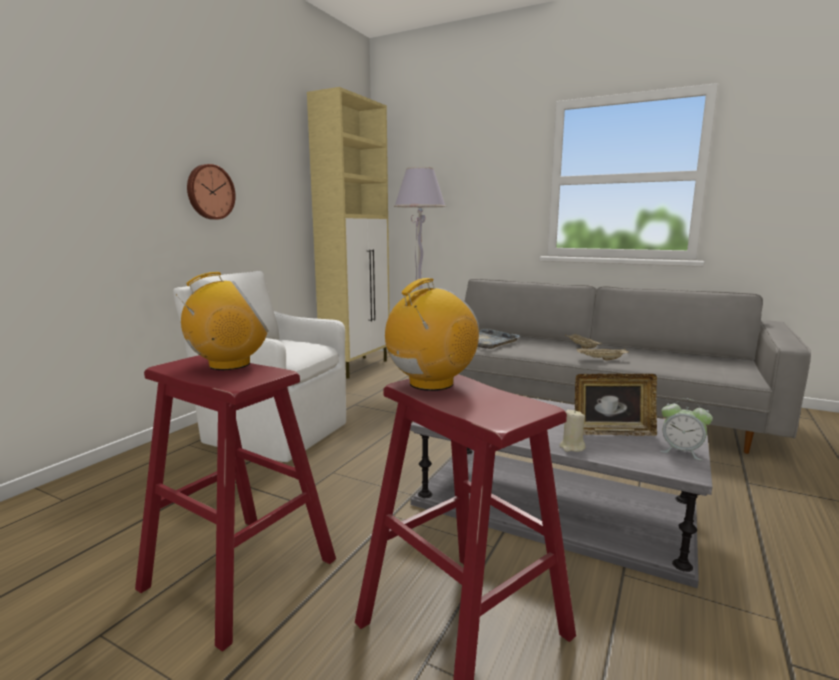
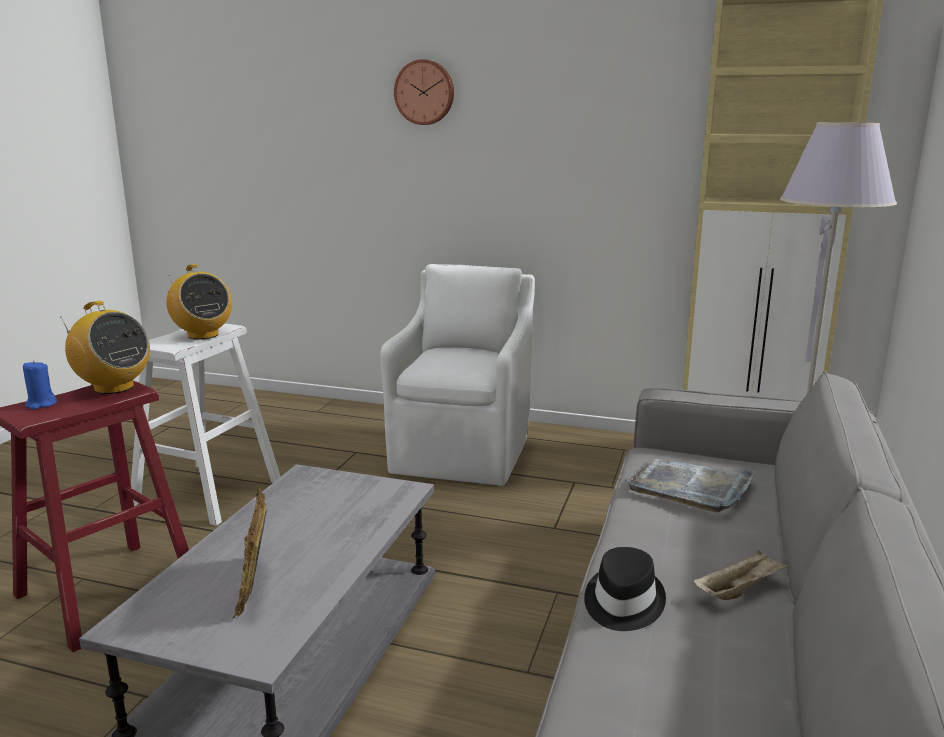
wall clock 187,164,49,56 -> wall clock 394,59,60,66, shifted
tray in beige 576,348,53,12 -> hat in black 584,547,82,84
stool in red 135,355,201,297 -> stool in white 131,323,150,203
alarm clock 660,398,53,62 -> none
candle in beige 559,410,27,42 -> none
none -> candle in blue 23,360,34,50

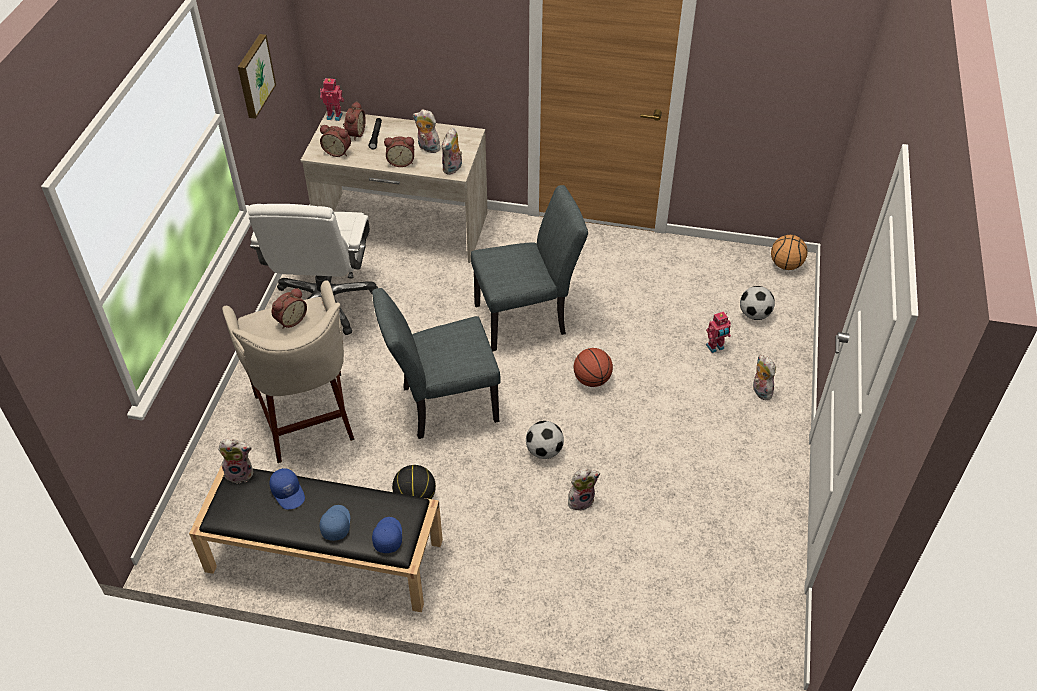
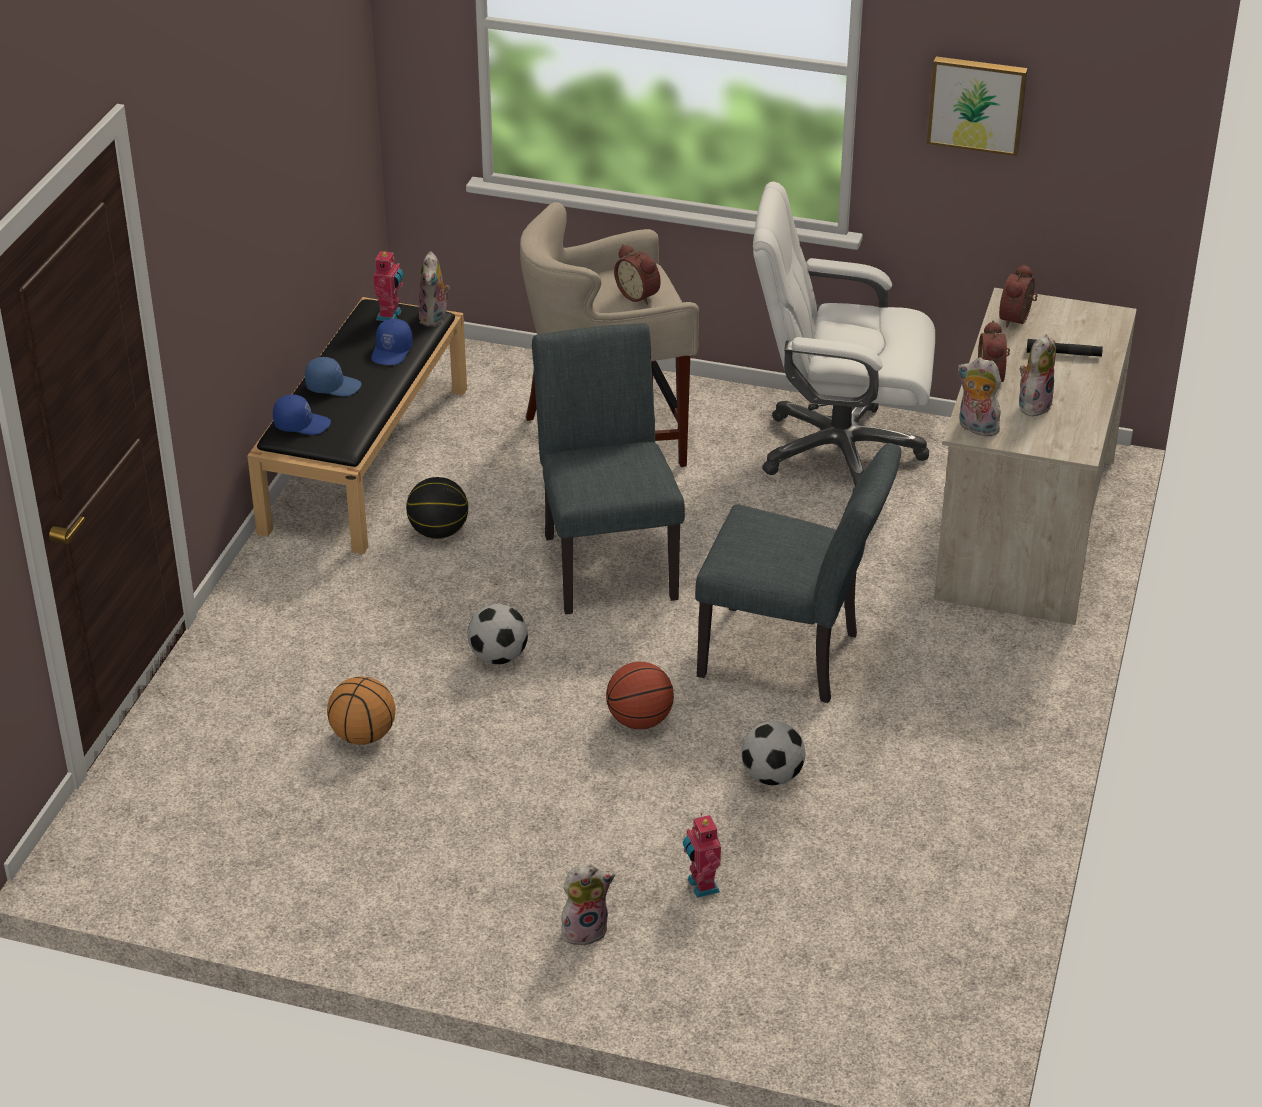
toy robot 320,78,24,43 -> toy robot 373,249,31,72, shifted
alarm clock 343,101,23,40 -> none
chair in grey 471,185,117,166 -> chair in grey 695,443,206,260, 60 degrees counterclockwise
basketball 771,235,36,35 -> basketball 327,676,69,69, shifted
football 740,286,35,34 -> football 741,721,64,64, shifted
cap in blue 269,468,36,41 -> cap in blue 371,319,42,46, 45 degrees counterclockwise
plush toy 568,469,32,42 -> none

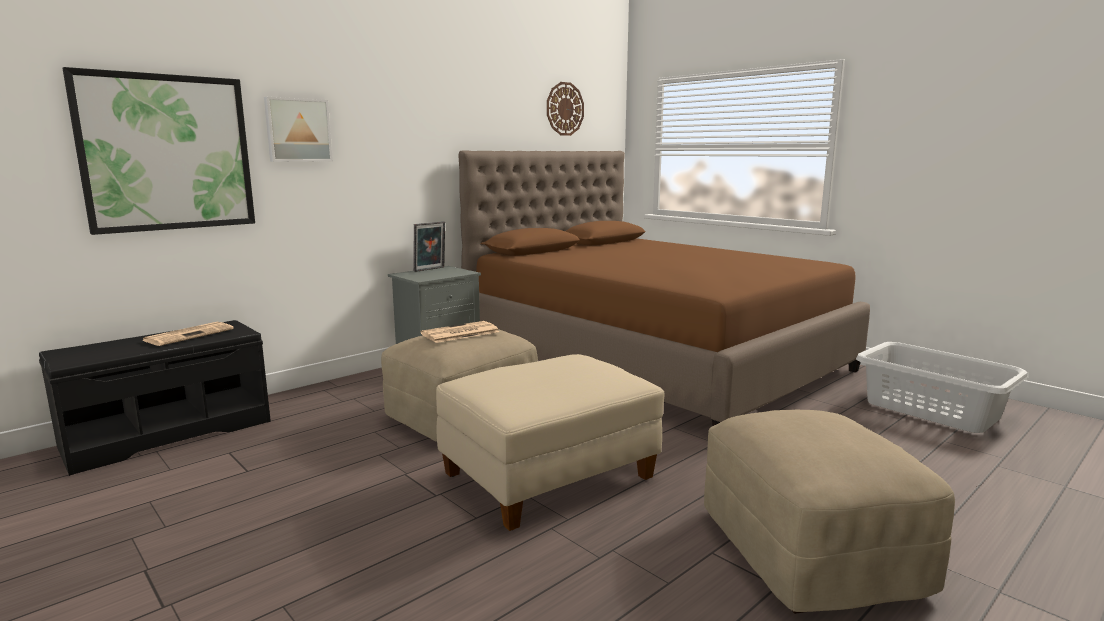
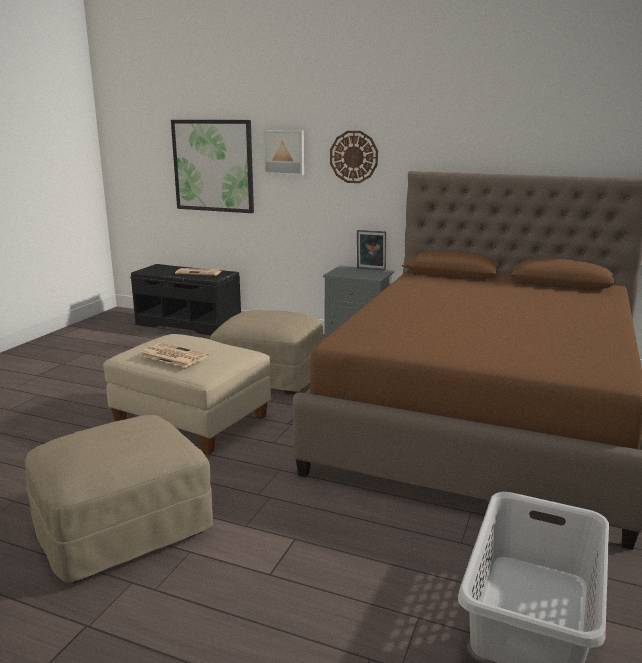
wall clock 547,82,37,54 -> wall clock 330,131,48,52, shifted
newspaper 421,321,78,22 -> newspaper 140,343,69,24, shifted

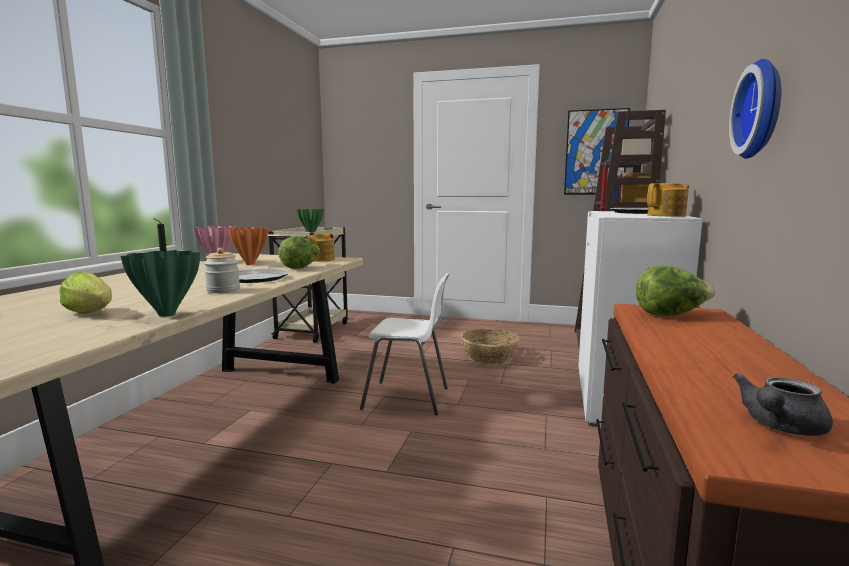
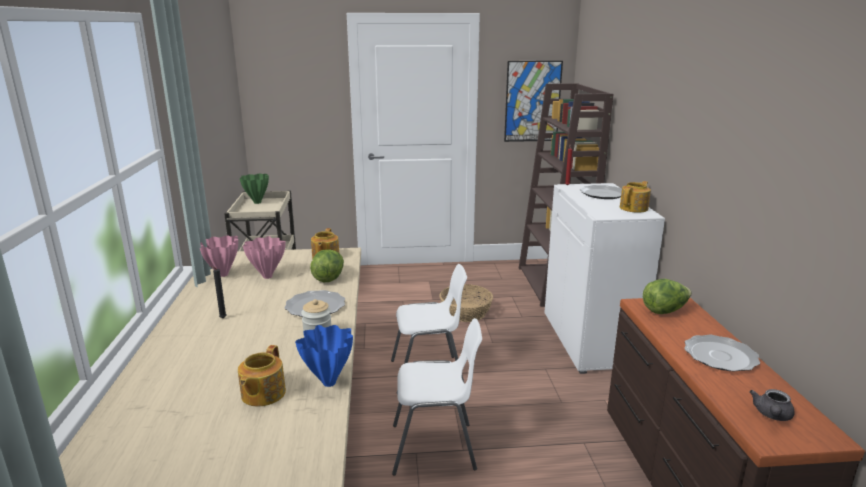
wall clock 729,59,52,100 -> none
vase in orange 228,227,40,38 -> vase in pink 243,236,43,43
vase in green 120,250,80,67 -> vase in blue 295,325,58,62
lettuce 59,272,53,42 -> teapot 238,345,48,62
none -> chair in white 392,318,90,157
none -> plate 684,334,76,38

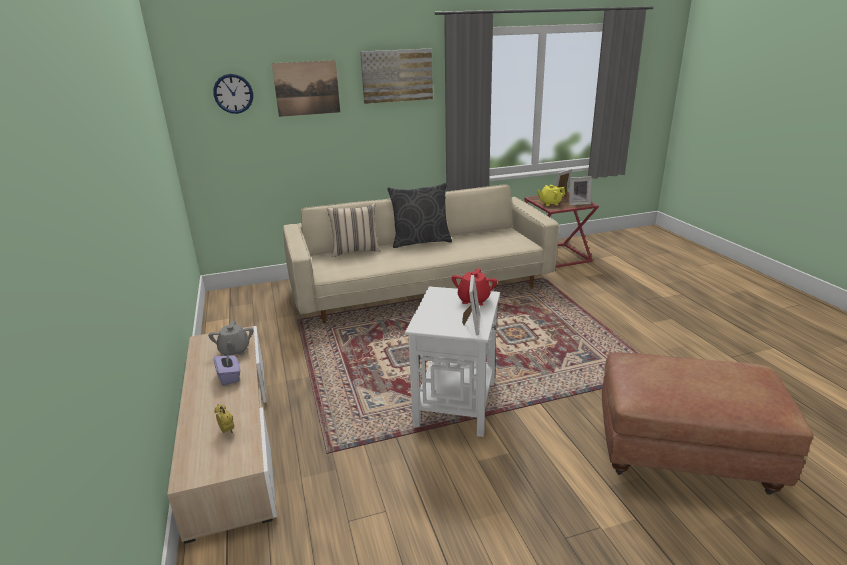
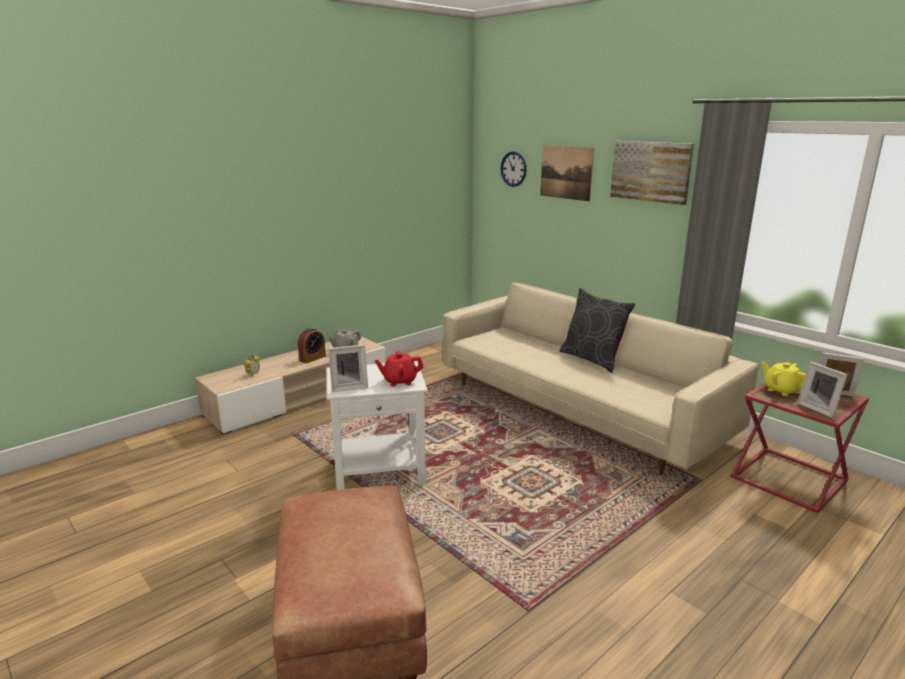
pillow in beige 327,203,54,54 -> none
tissue box in purple 214,354,26,32 -> alarm clock 298,328,28,36

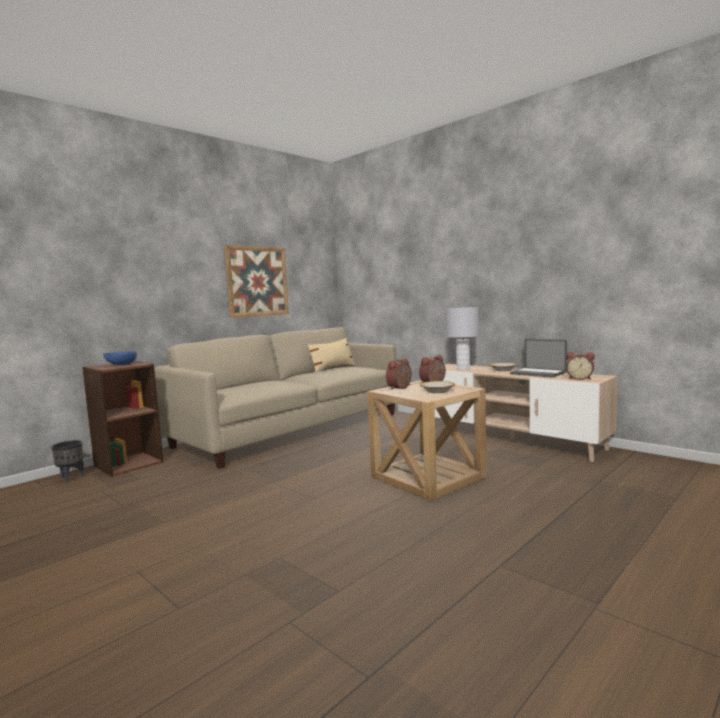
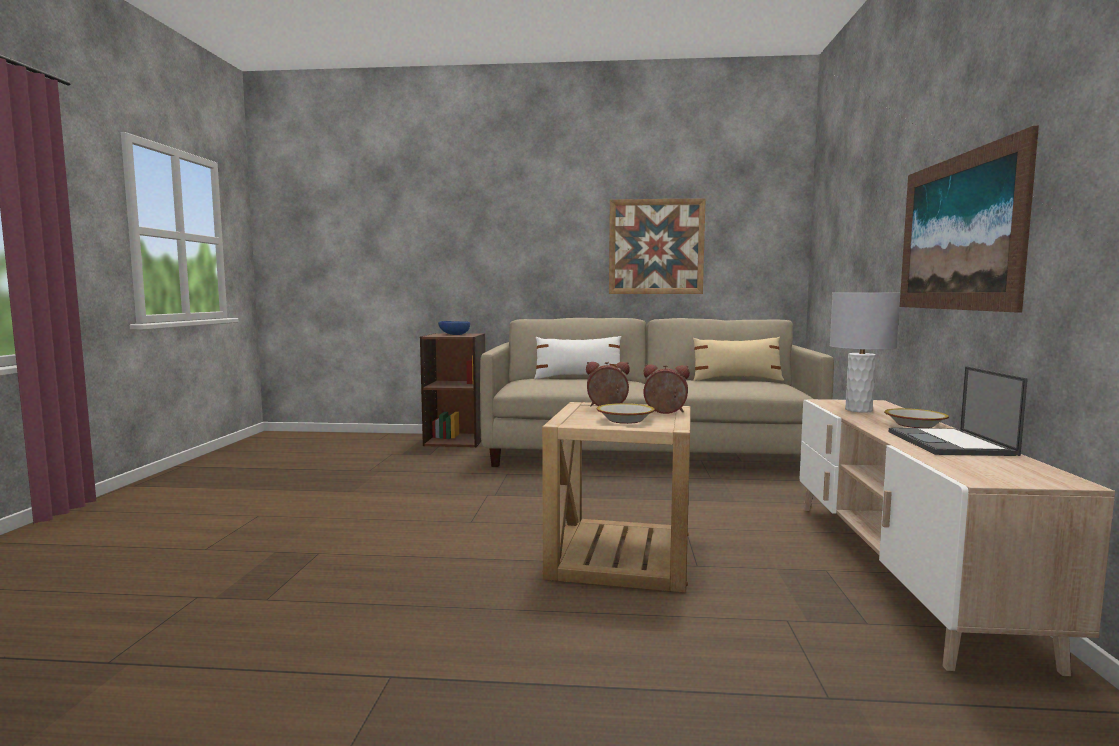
alarm clock 566,352,29,28 -> none
planter in black 51,440,33,43 -> none
none -> picture 900,126,139,186
none -> pillow in white 534,336,87,43

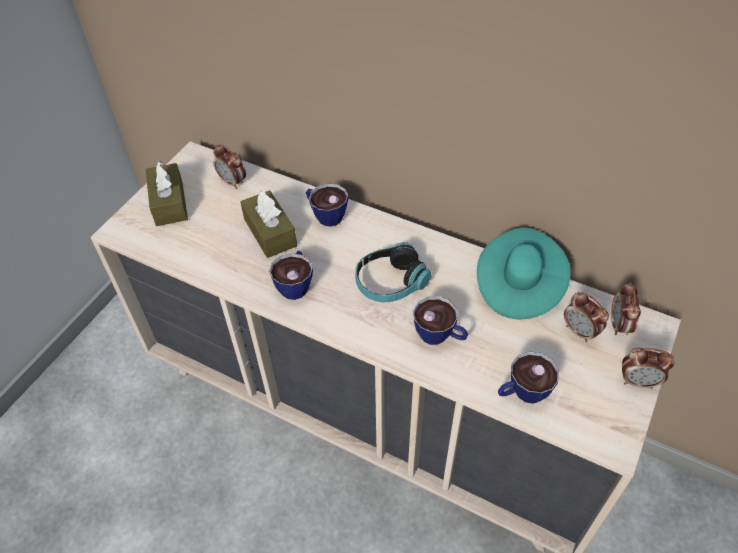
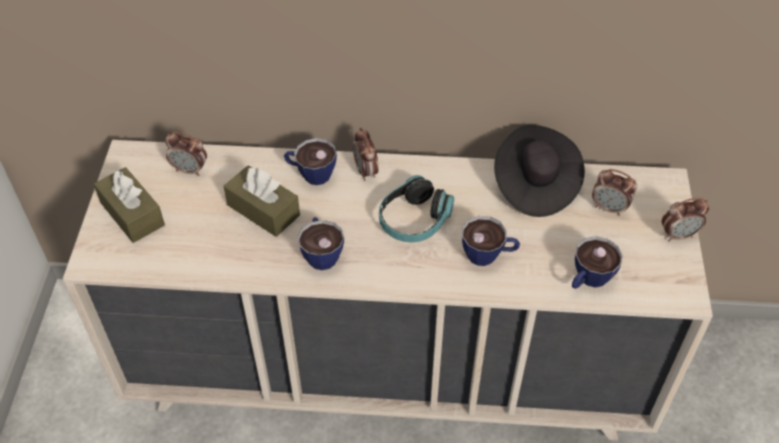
hat in turquoise 477,228,94,91 -> hat in black 494,125,91,92
alarm clock 611,282,30,53 -> alarm clock 353,128,25,53, shifted

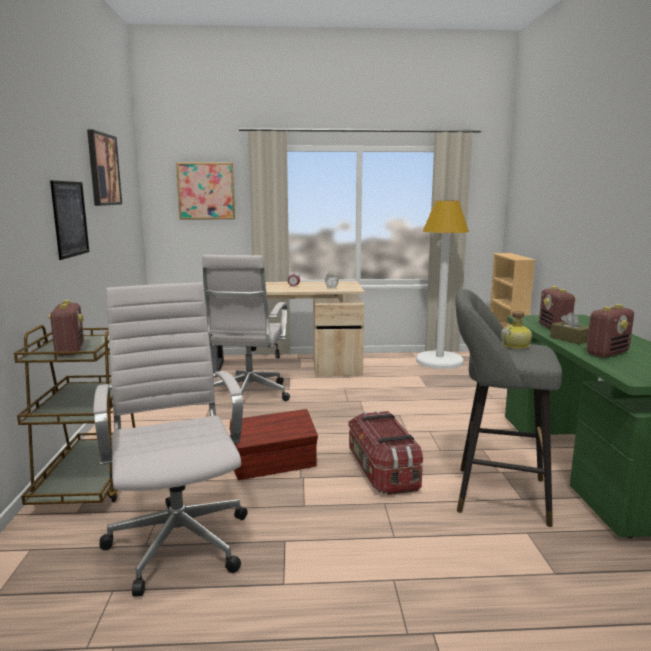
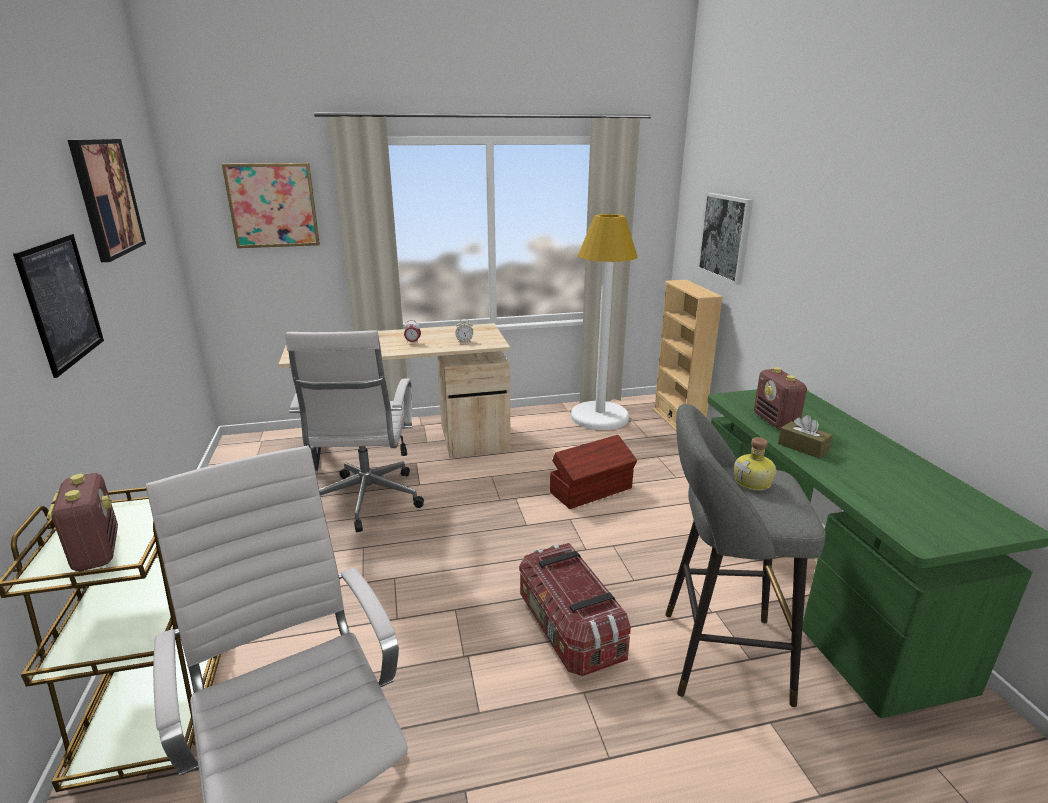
radio 587,304,47,54 -> none
storage box in brown 230,409,88,71 -> storage box in brown 550,435,88,74, shifted
none -> picture 697,193,56,92

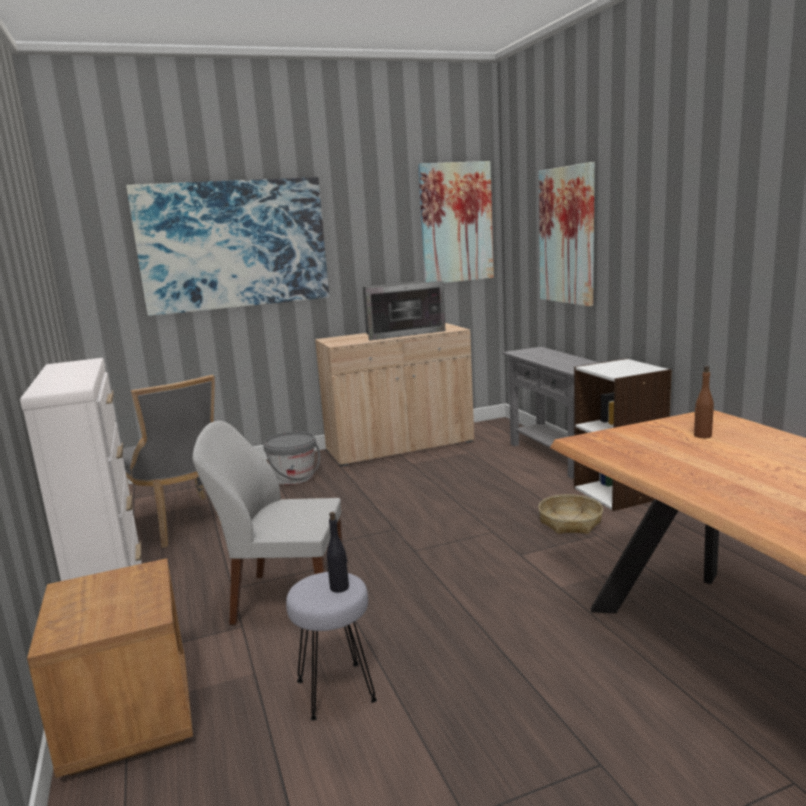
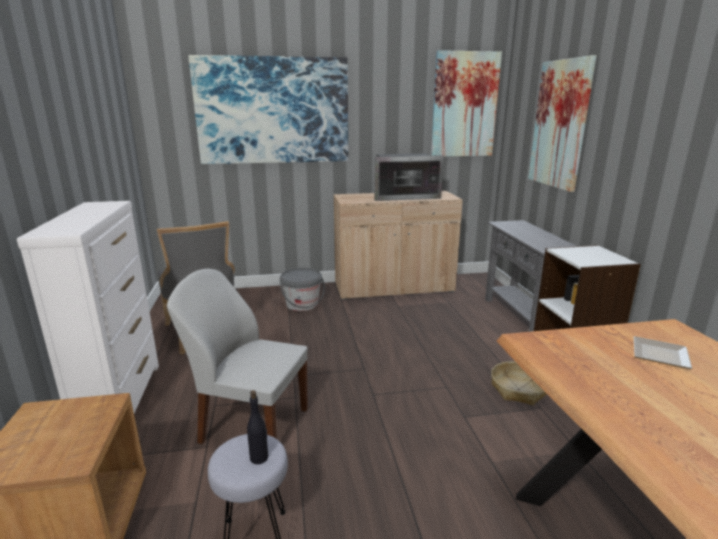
bottle in brown 694,366,20,72 -> plate 634,336,58,33

